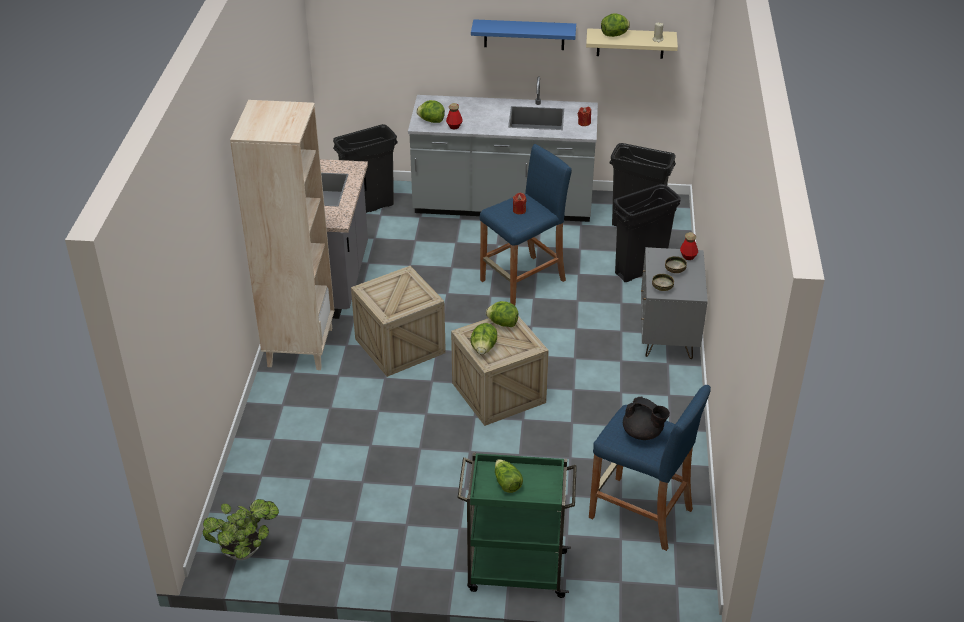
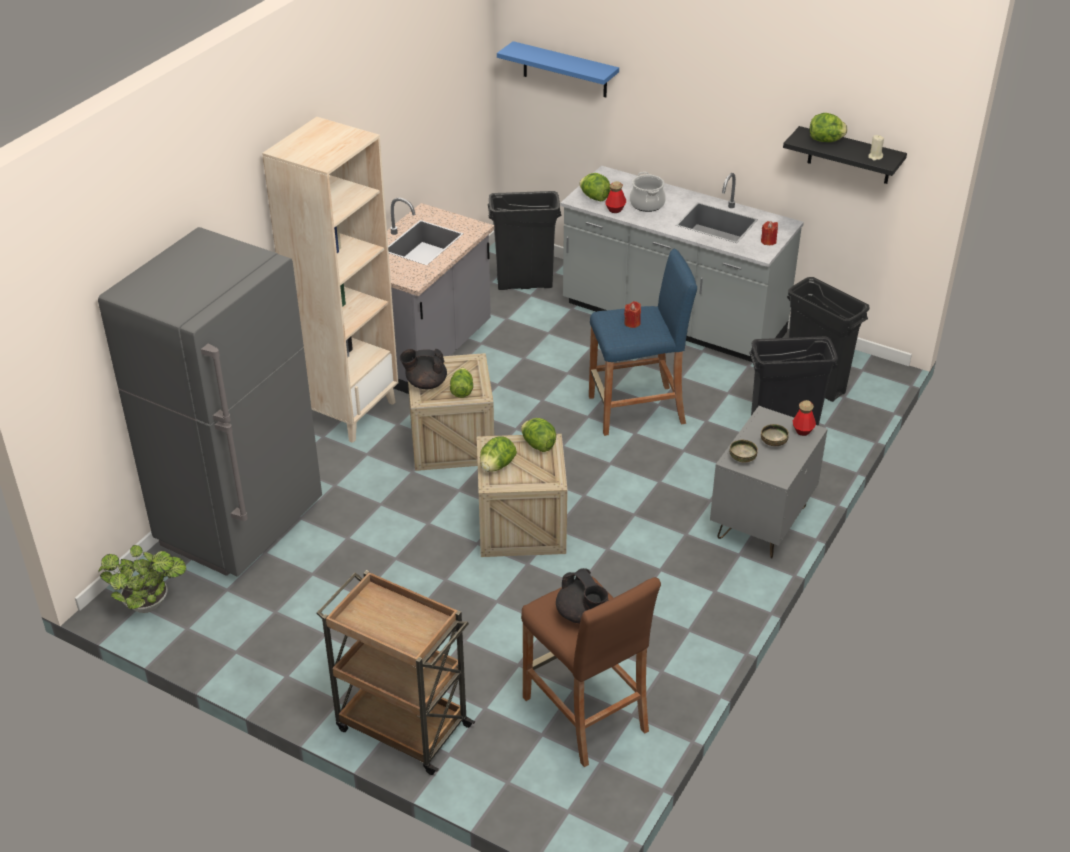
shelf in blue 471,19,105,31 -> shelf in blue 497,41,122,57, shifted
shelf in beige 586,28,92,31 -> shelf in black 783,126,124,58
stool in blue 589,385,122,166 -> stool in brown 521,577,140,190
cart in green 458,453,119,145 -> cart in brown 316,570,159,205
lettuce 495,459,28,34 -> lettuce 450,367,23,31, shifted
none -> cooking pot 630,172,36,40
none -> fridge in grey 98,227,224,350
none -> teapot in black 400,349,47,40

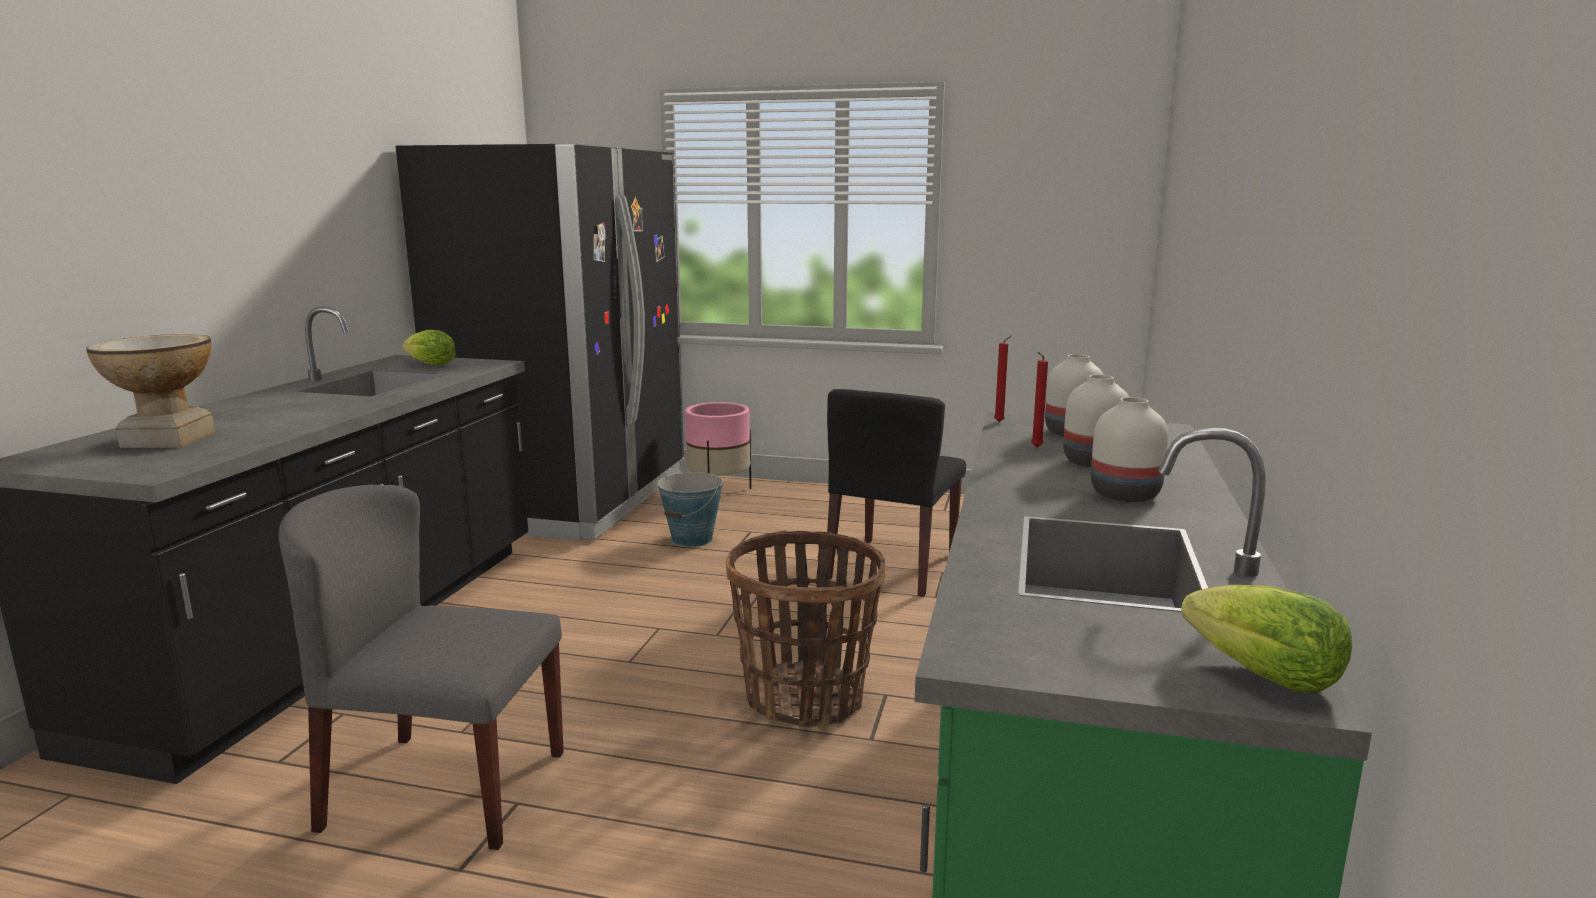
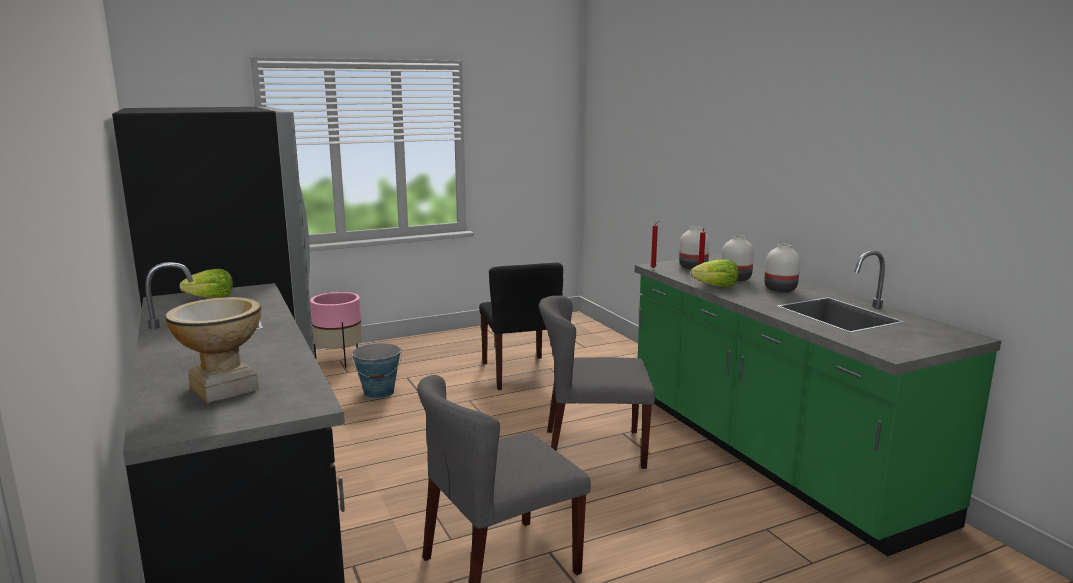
basket 726,530,159,198 -> chair in grey 539,296,116,173
lettuce 1181,585,171,107 -> lettuce 690,259,48,28, shifted

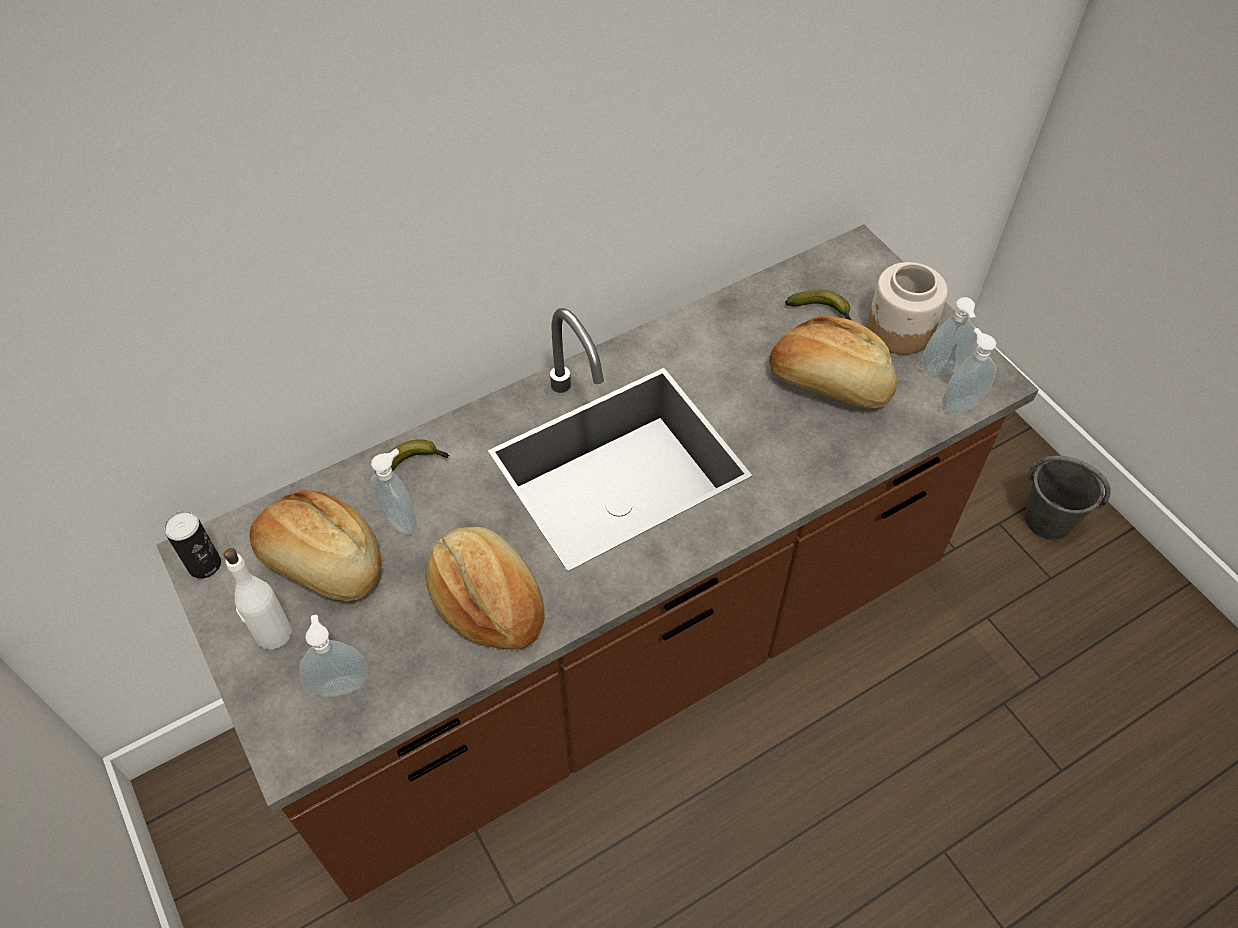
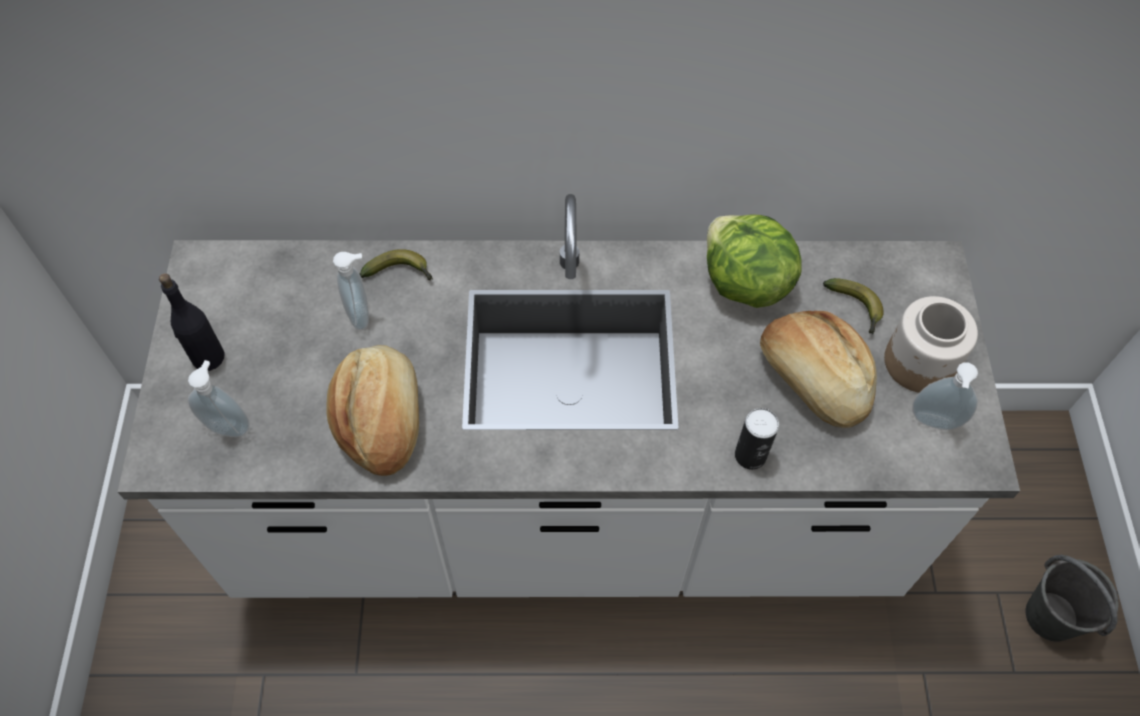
counter in brown 156,225,883,677 -> counter in white 118,194,902,404
soap dispenser 942,328,55,86 -> none
bread 249,490,133,111 -> none
can 164,511,57,68 -> can 735,408,44,62, shifted
bottle in white 224,548,68,102 -> bottle in black 159,273,66,98
none -> lettuce 707,214,95,94

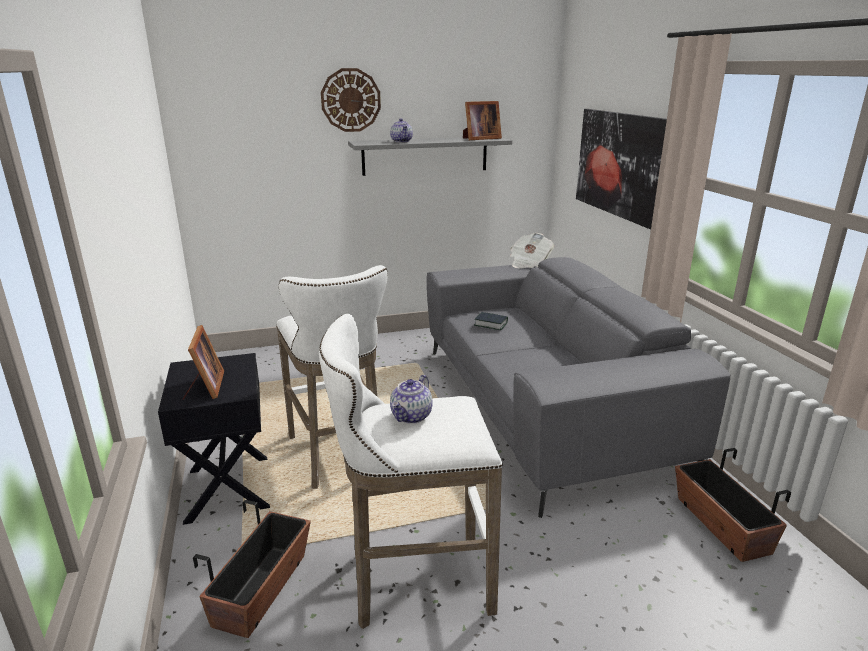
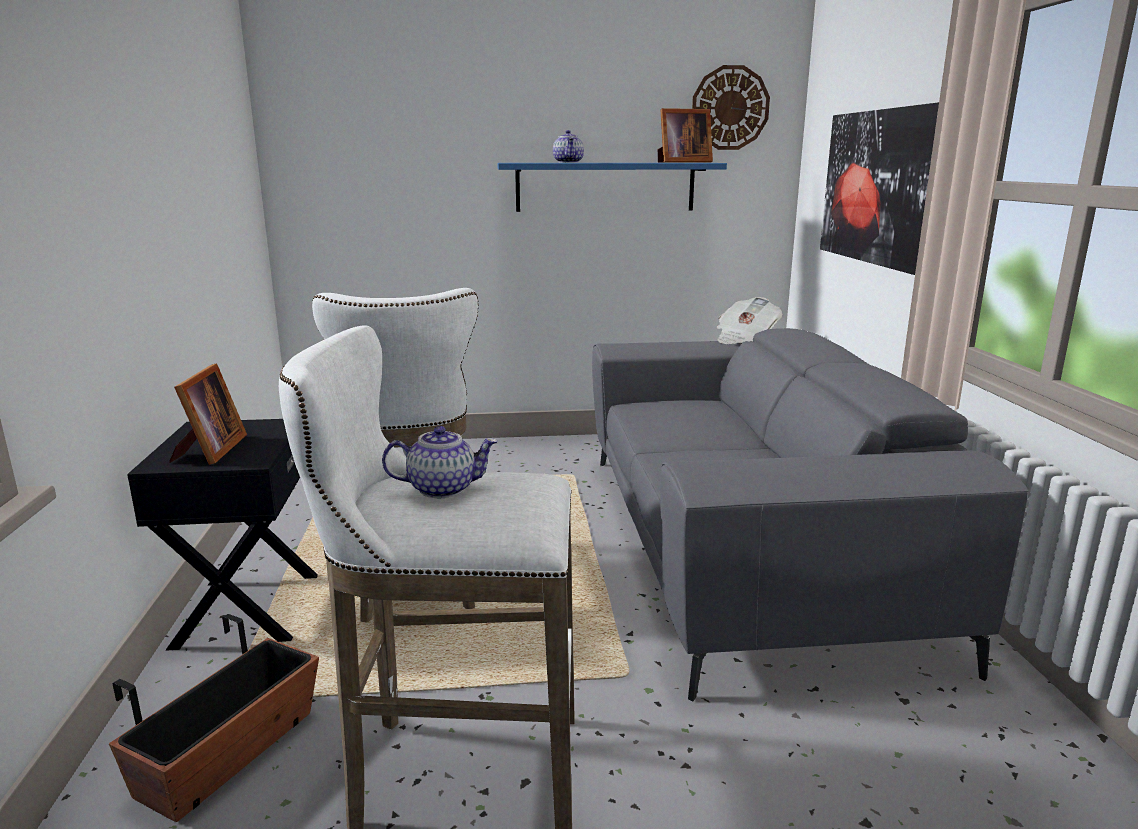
wall clock 321,68,60,64 -> wall clock 692,65,78,85, shifted
shelf in grey 348,137,164,39 -> shelf in blue 497,163,230,49
book 475,312,33,18 -> none
teapot 390,375,43,49 -> teapot 382,426,116,72, 135 degrees counterclockwise
planter 675,448,116,114 -> none

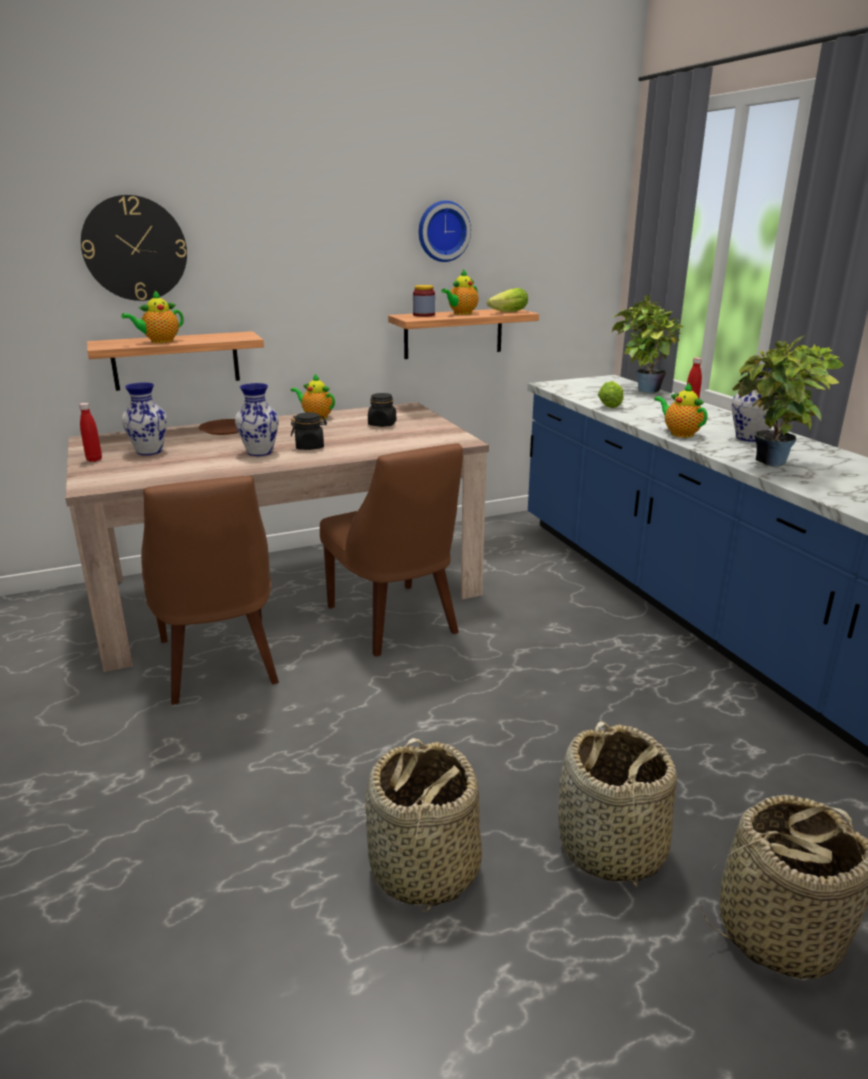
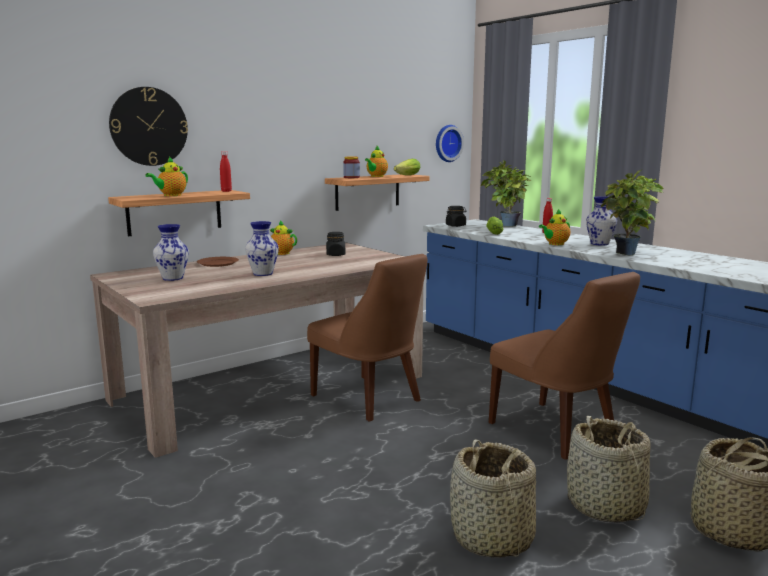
wall clock 419,200,52,62 -> wall clock 436,125,28,37, shifted
teapot 654,382,54,56 -> teapot 539,209,31,36, 75 degrees counterclockwise
bottle in red 79,403,23,59 -> bottle in red 220,151,12,41, shifted
jar in black 291,412,36,38 -> jar in black 446,206,21,21, shifted
chair in brown 141,476,138,229 -> chair in brown 489,272,151,188, shifted

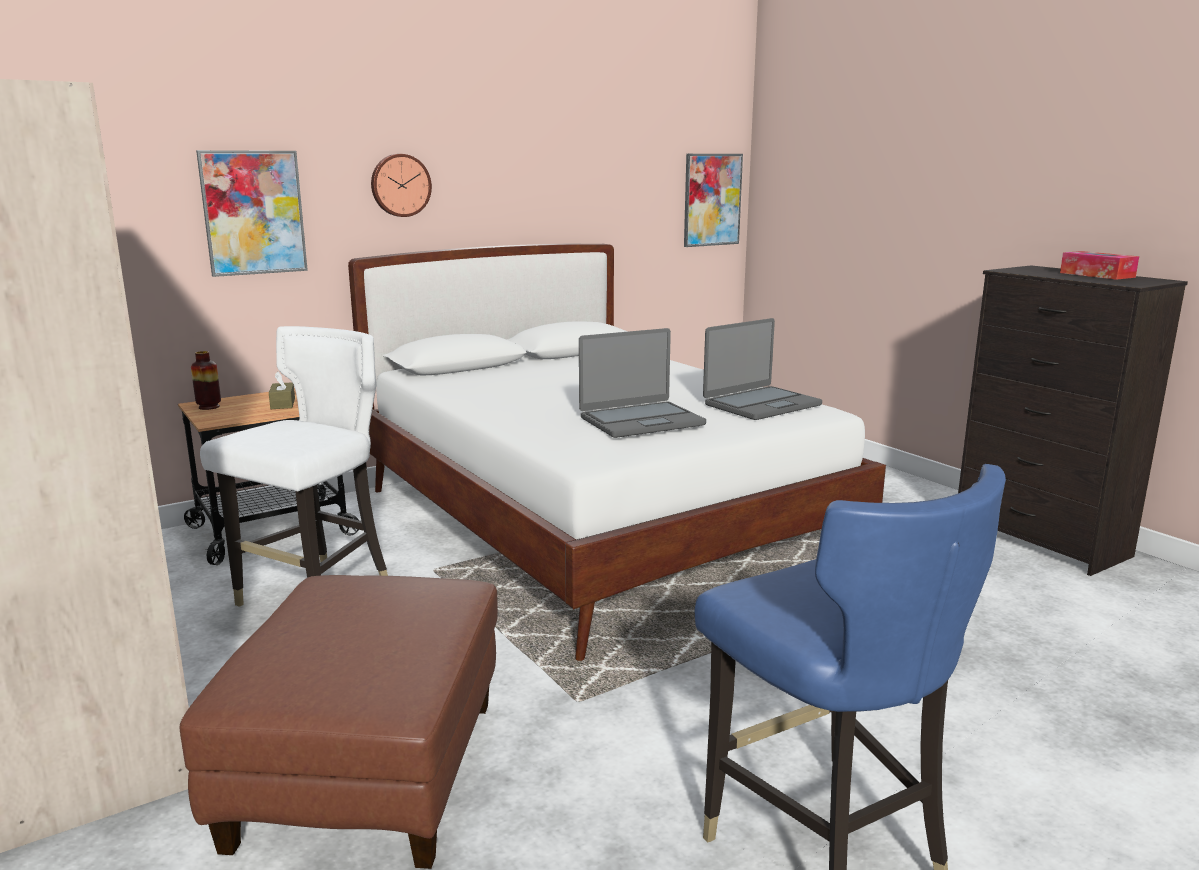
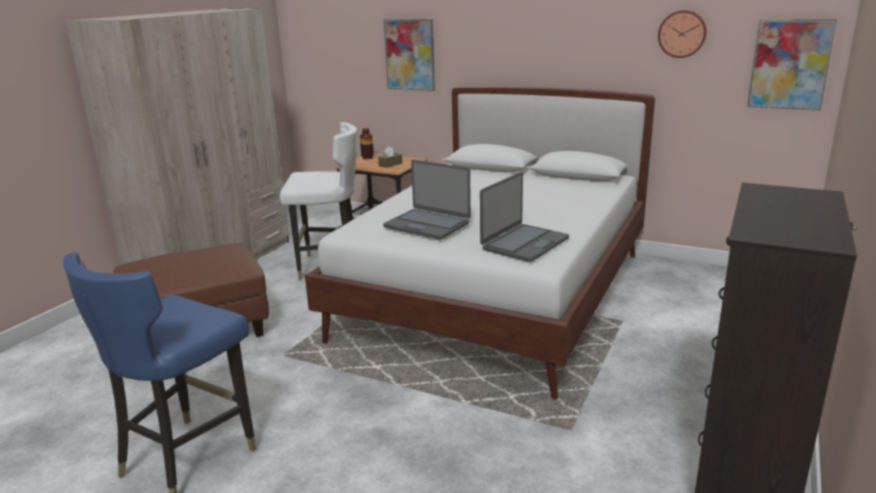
wall clock 371,154,61,63 -> wall clock 658,10,49,48, shifted
tissue box 1060,251,79,29 -> none
laptop 703,318,119,102 -> laptop 480,172,89,90, 75 degrees counterclockwise

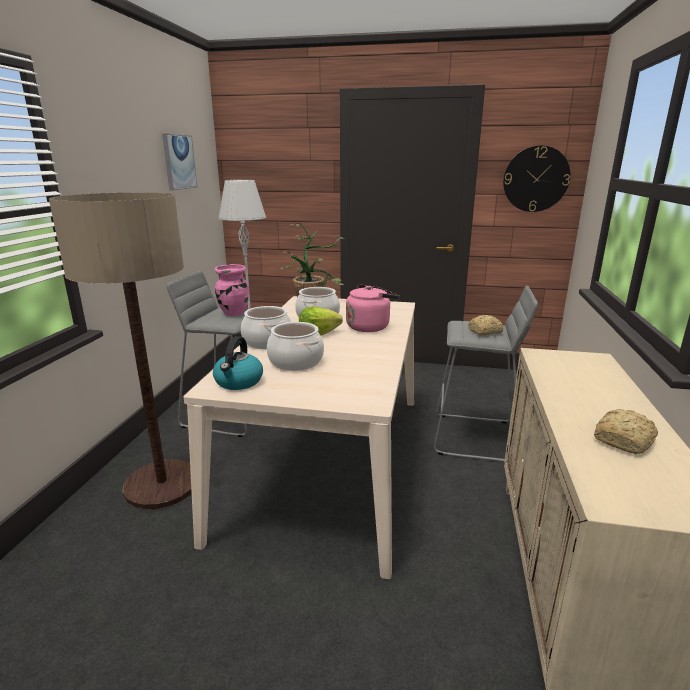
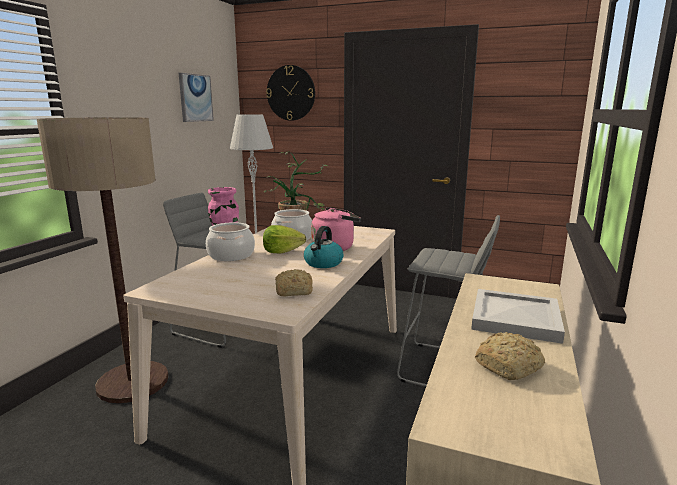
wall clock 503,145,67,67 -> wall clock 266,65,49,56, shifted
bread 468,315,35,21 -> bread 275,269,38,28, shifted
cooking pot 267,322,57,49 -> none
kettle 213,336,50,54 -> kettle 304,226,39,42, shifted
none -> tray in white 471,289,94,55

